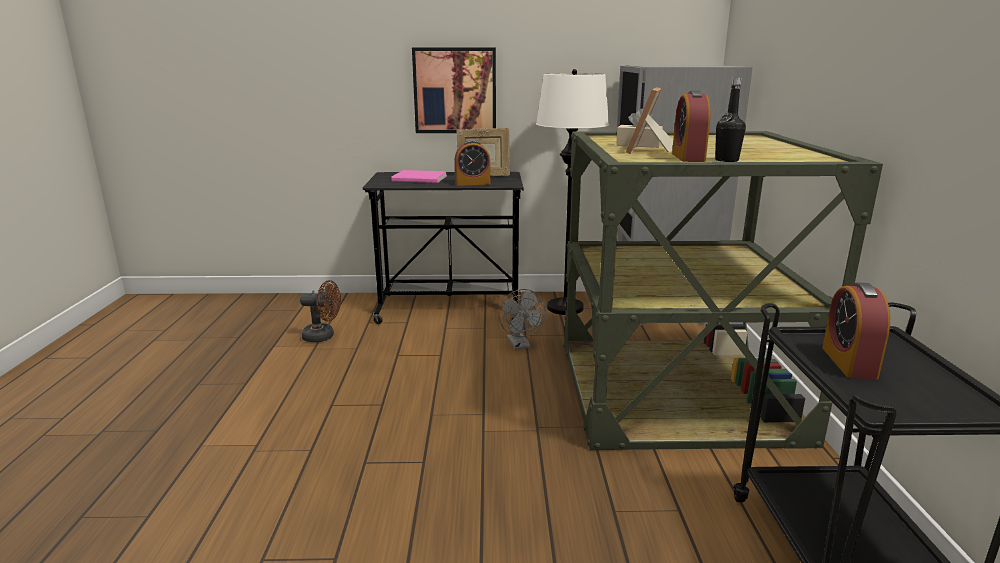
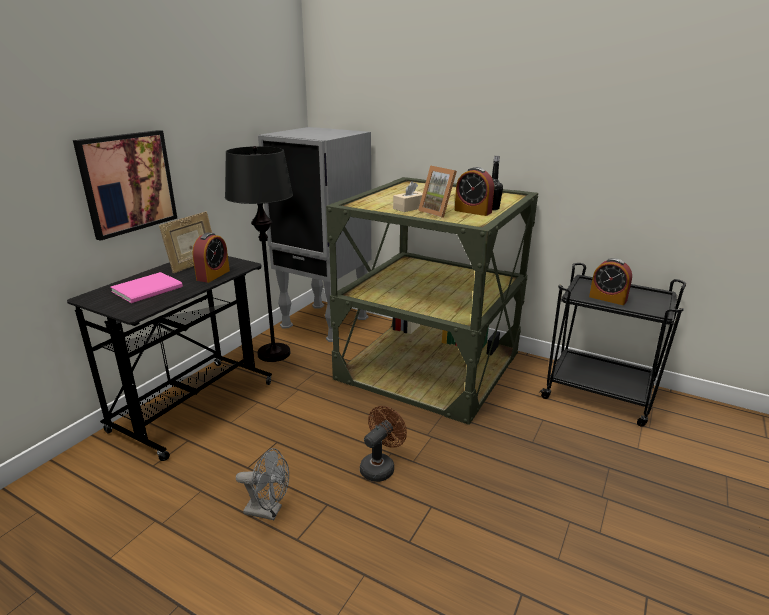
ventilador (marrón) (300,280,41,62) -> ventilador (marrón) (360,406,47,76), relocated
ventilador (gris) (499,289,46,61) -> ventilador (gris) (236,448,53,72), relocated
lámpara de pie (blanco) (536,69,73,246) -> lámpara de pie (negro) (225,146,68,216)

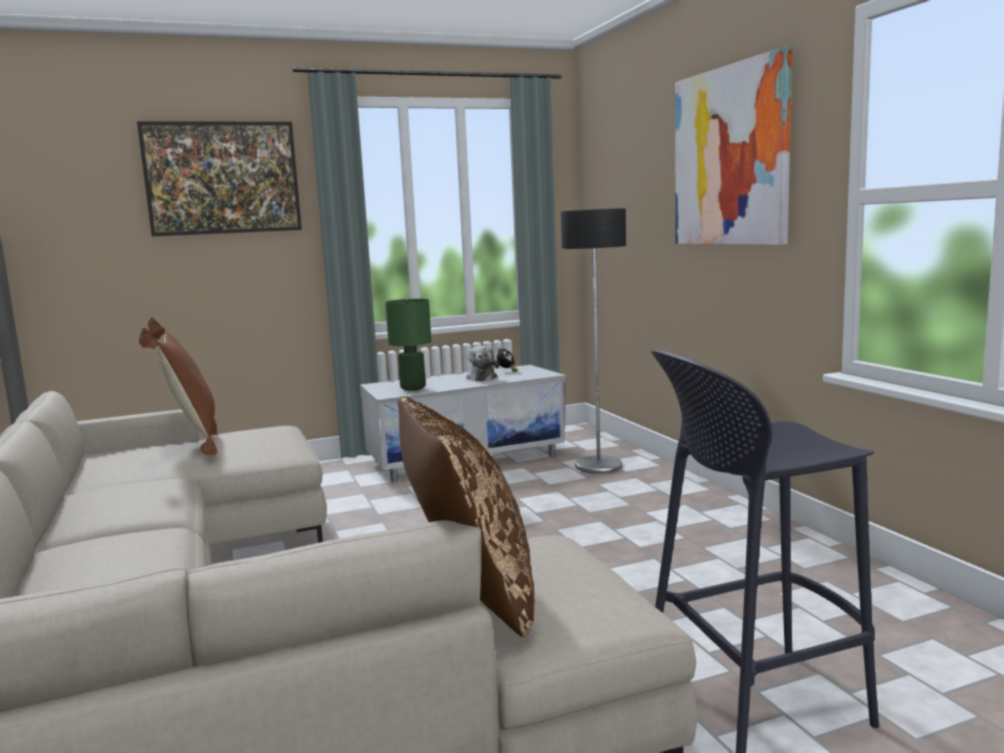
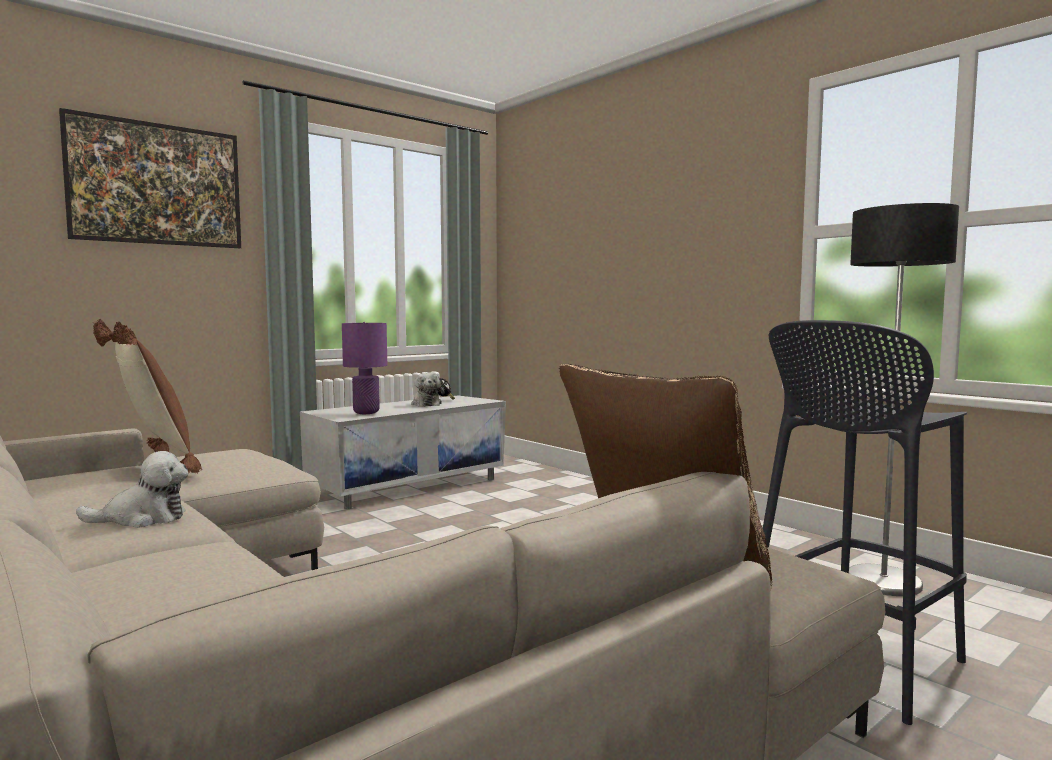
cuadro (675,46,117,199) -> none
none -> peluche (76,451,112,77)
lámpara de pie (561,208,65,266) -> lámpara de pie (849,203,110,393), relocated
lámpara de mesa (verde) (385,299,47,92) -> lámpara de mesa (morado) (342,322,45,92)

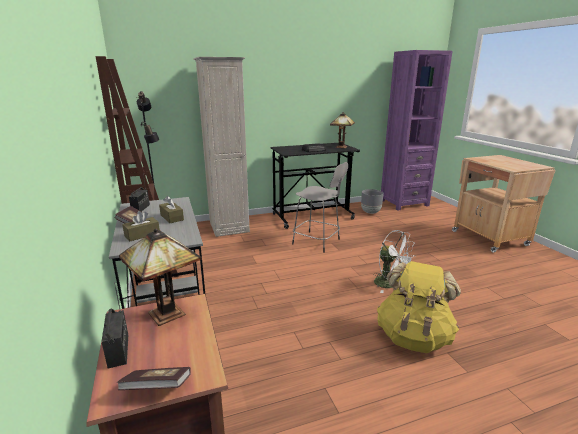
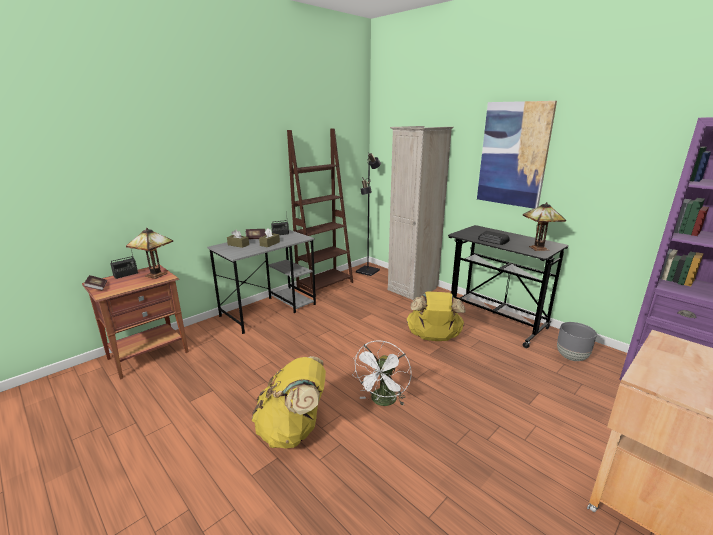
none -> cuadro (477,101,80,108)
taburete (gris) (292,162,56,91) -> mochila (amarillo) (407,292,58,49)

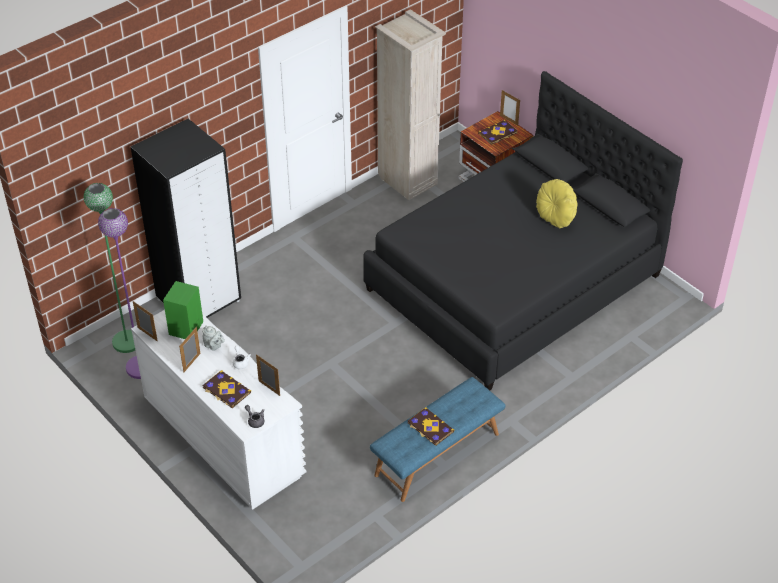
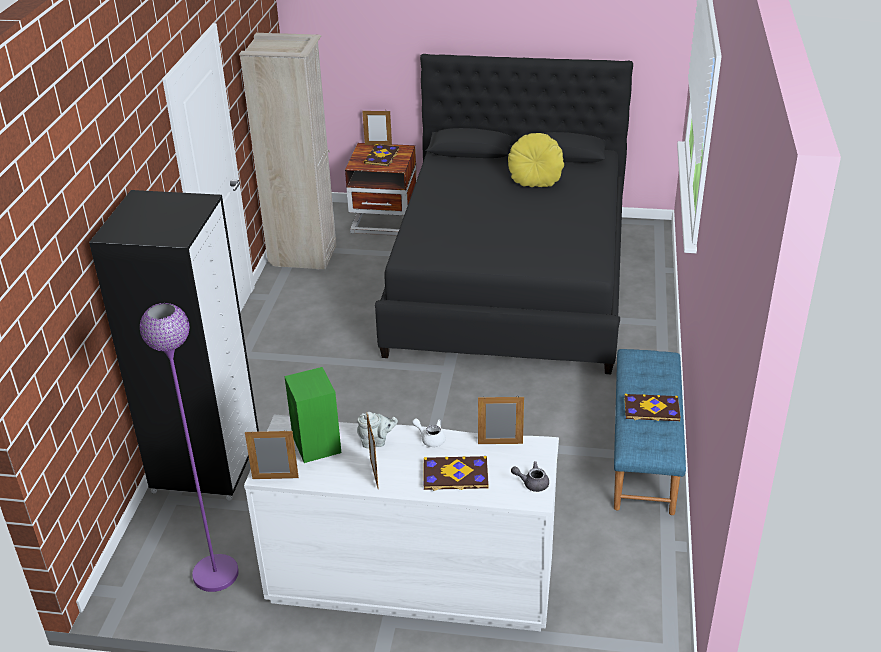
lámpara de pie (verde) (84,183,51,170) -> none

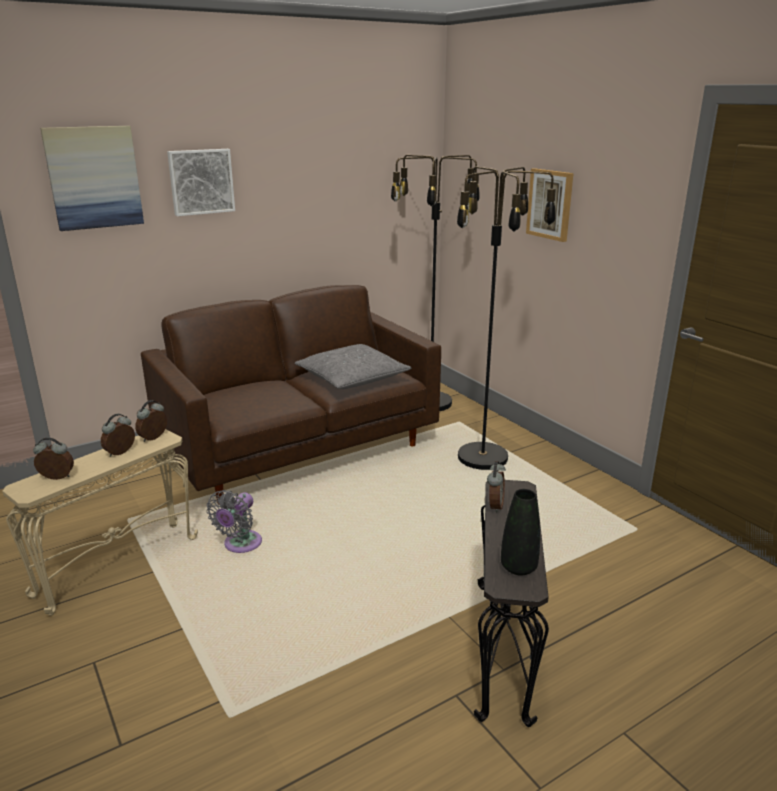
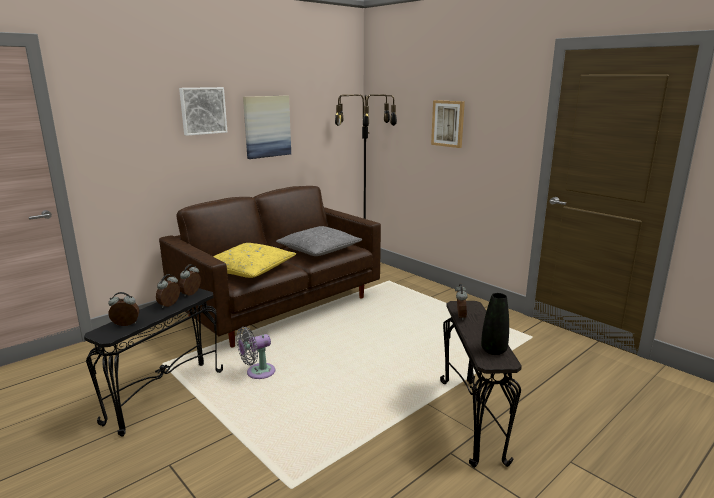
lámpara de pie (457,166,99,304) -> none
none -> cojín (amarillo) (213,243,83,35)
cuadro (40,126,104,105) -> cuadro (243,96,48,63), relocated
mesa auxiliar (beis) (2,429,196,187) -> mesa auxiliar (negro) (84,288,139,149)
ventilador (gris) (207,490,55,63) -> ventilador (gris) (236,327,39,52), 45 degrees clockwise

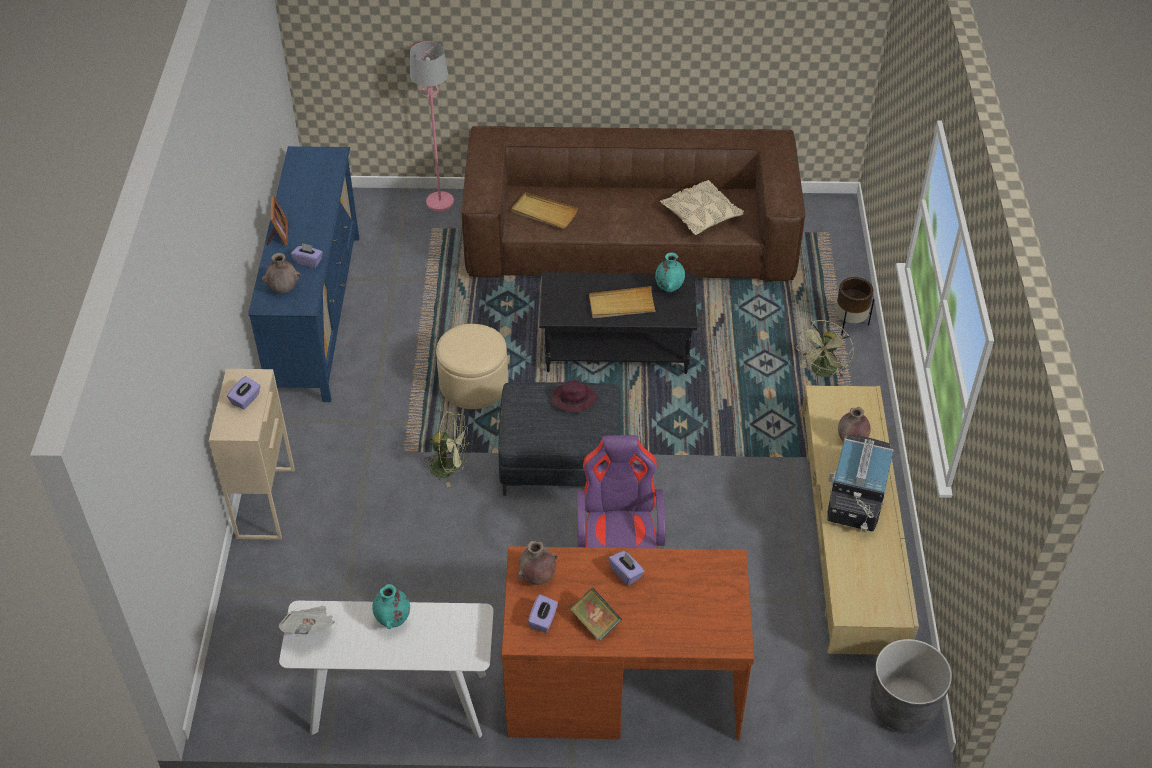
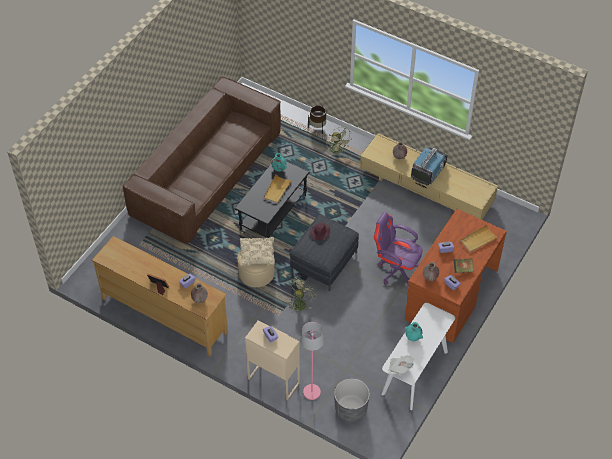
lámpara de pie (rosa) (410,41,44,170) -> lámpara de pie (rosa) (300,322,24,78), relocated
bandeja (beis) (511,192,67,37) -> bandeja (beis) (460,225,38,28), relocated
cojín (beis) (660,180,84,55) -> cojín (beis) (240,237,35,29), relocated
maceta (gris) (870,639,82,94) -> maceta (gris) (334,378,36,44), relocated
cómoda (azul) (248,146,111,256) -> cómoda (marrón) (92,236,136,121)
televisor (827,435,67,98) -> televisor (411,147,36,38), 105 degrees counterclockwise

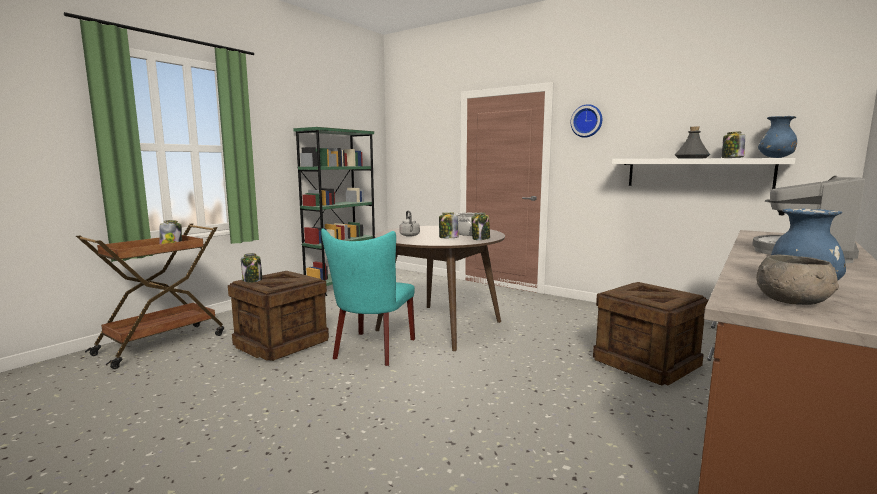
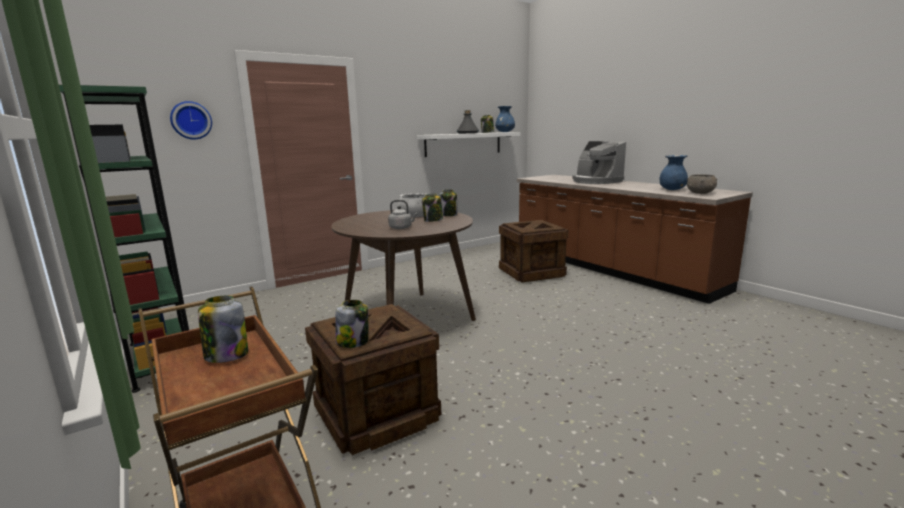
silla (turquesa) (321,228,94,138) -> none
reloj de pared (570,104,32,34) -> reloj de pared (170,101,42,39), relocated

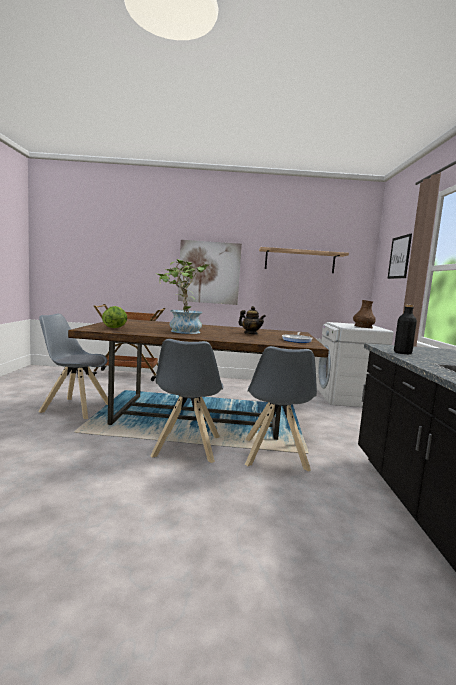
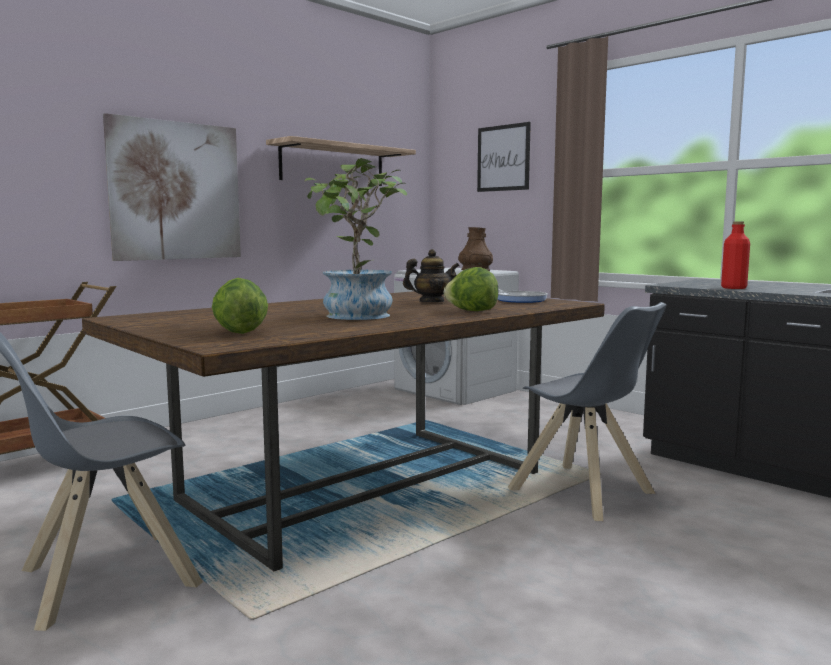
silla (gris) (150,339,73,124) -> none
none -> lechuga (444,267,54,44)
botella (negro) (394,304,23,50) -> botella (rojo) (721,221,29,68)

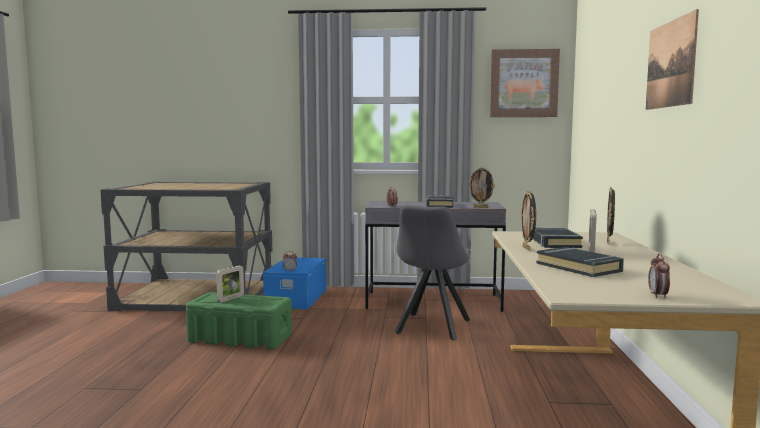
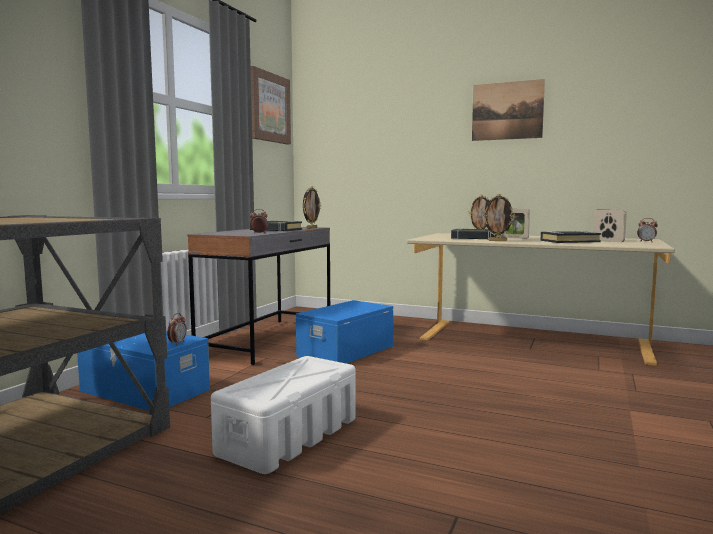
portarretratos (216,266,28,36) -> portarretratos (593,210,34,32), relocated
silla (gris) (395,205,76,135) -> caja de almacenaje (azul) (296,300,97,64)
caja de almacenaje (verde) (186,292,106,58) -> caja de almacenaje (blanco) (211,356,145,118)

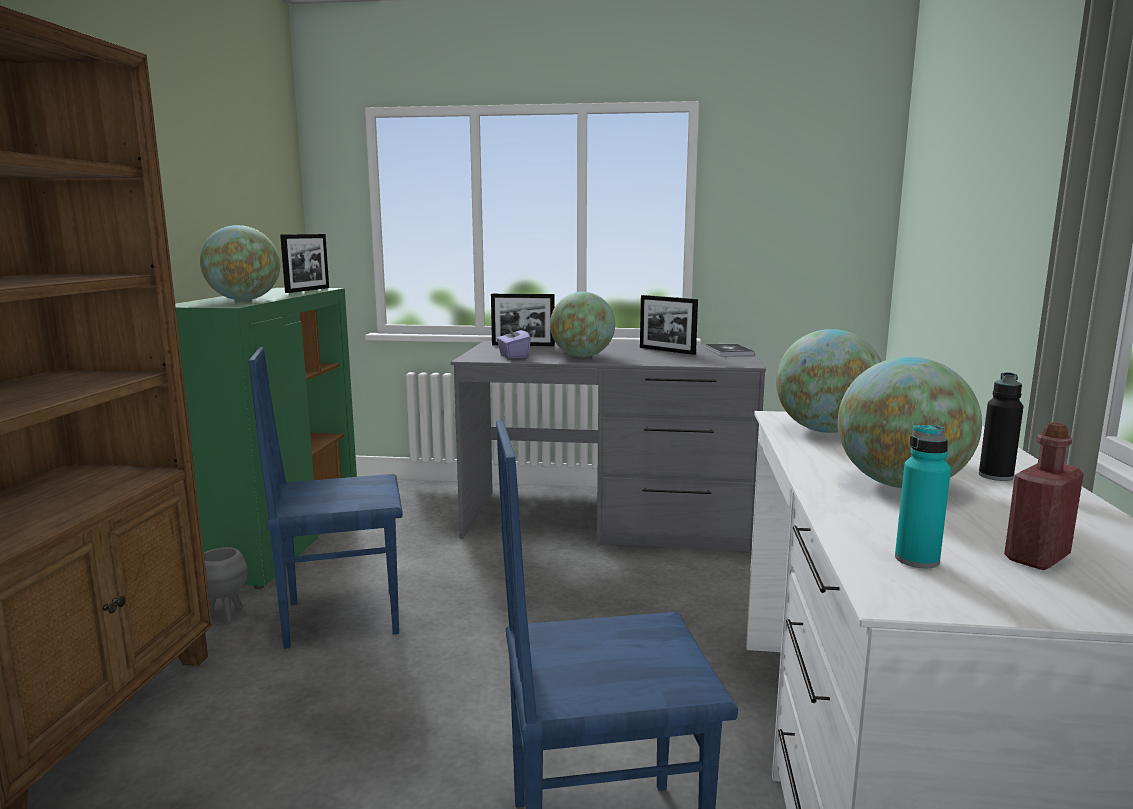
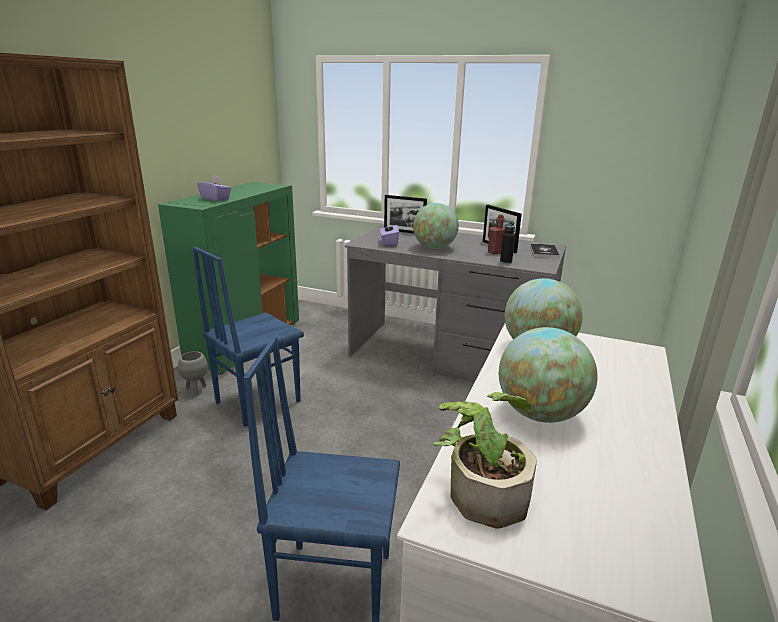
portarretratos (280,234,49,59) -> none
botella (negro) (979,372,45,109) -> botella (negro) (500,222,15,42), relocated
botella (rojo) (1004,422,80,148) -> botella (rojo) (488,214,17,40), relocated
globo terráqueo (200,225,80,75) -> caja de pañuelos (morado) (197,175,34,26)
botella (turquesa) (895,425,56,143) -> planta en maceta (433,392,104,137)
silla (azul) (249,347,154,302) -> silla (azul) (193,247,111,180), 45 degrees counterclockwise

